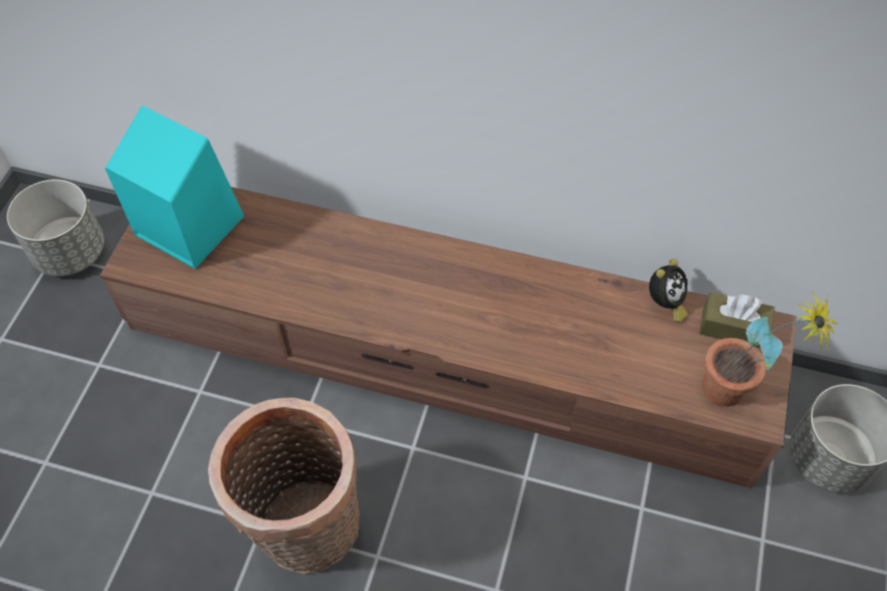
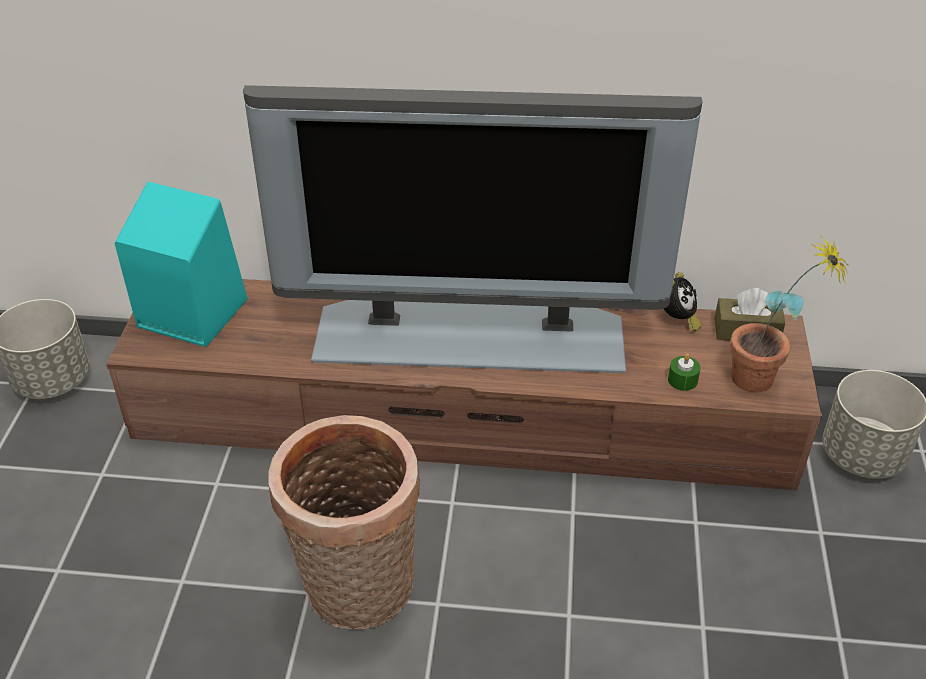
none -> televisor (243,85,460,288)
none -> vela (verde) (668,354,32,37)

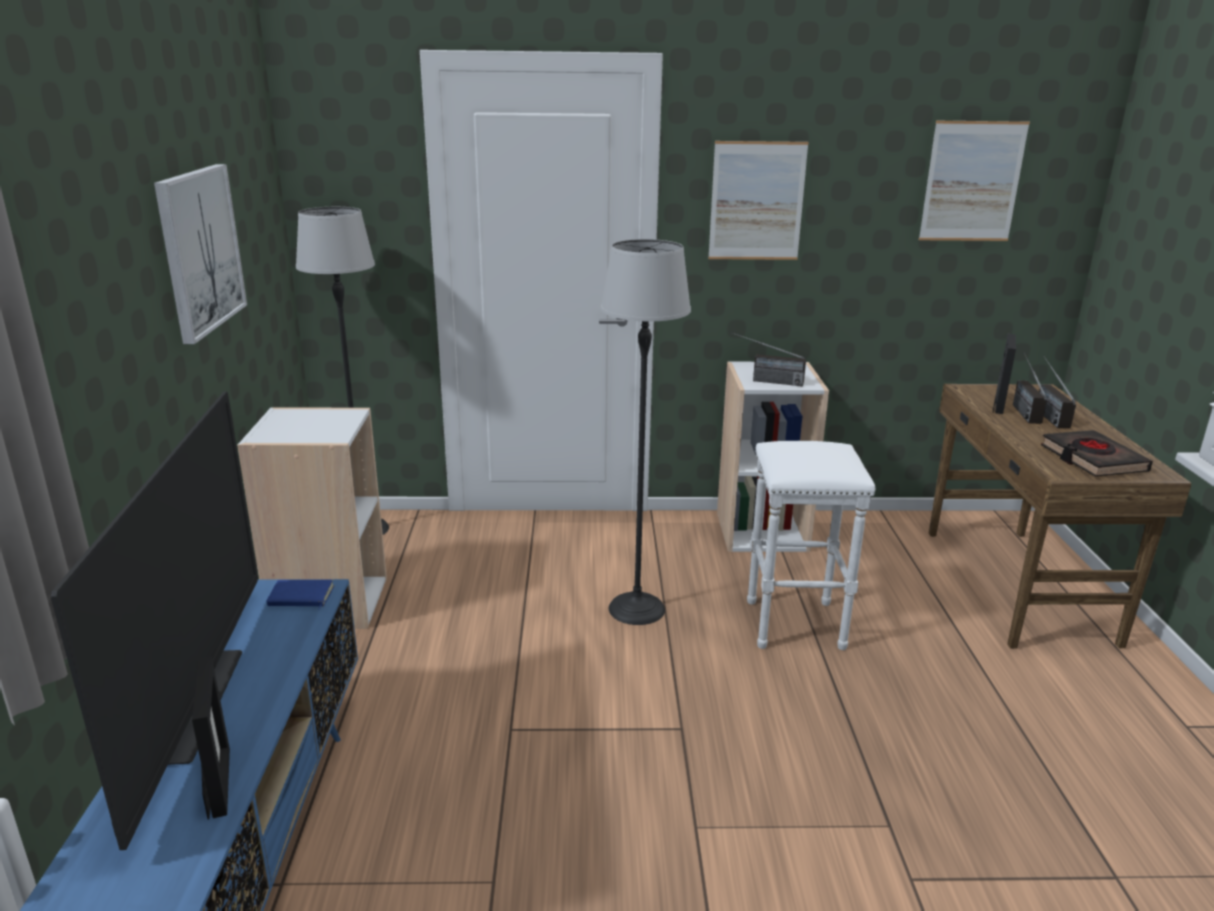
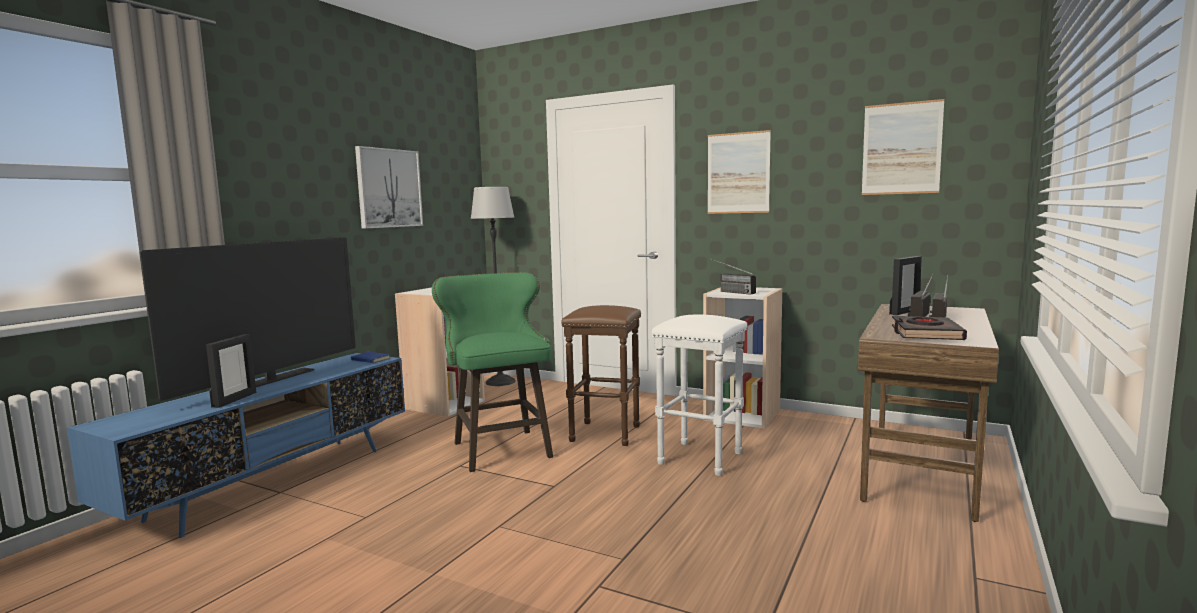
none -> taburete (verde) (432,272,121,200)
lámpara de pie (601,239,90,386) -> taburete (marrón) (561,305,80,141)

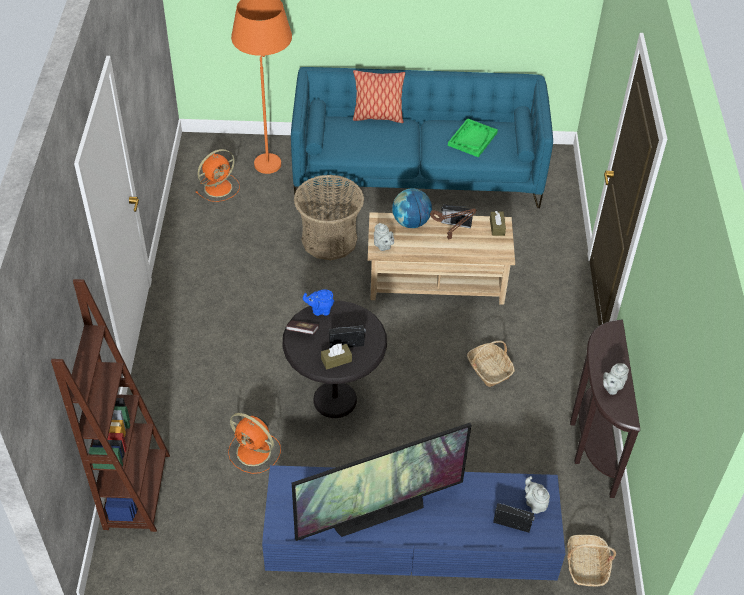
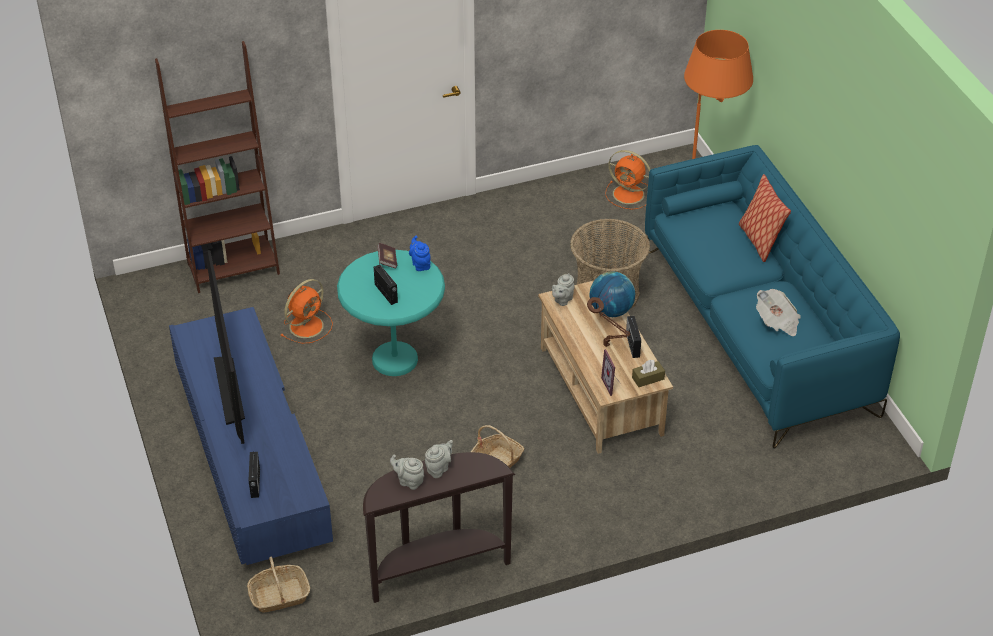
caja de pañuelos (marrón) (321,344,31,26) -> none
none -> portarretratos (601,349,20,47)
tetera (gris) (525,476,25,38) -> tetera (gris) (425,440,28,38), relocated
bandeja (verde) (448,118,50,39) -> periódico (756,289,45,47)
mesa auxiliar (negro) (282,301,105,117) -> mesa auxiliar (turquesa) (337,250,108,126)
ventilador (naranja) (228,413,53,61) -> ventilador (naranja) (281,279,52,65), 150 degrees counterclockwise
televisor (292,423,179,118) -> televisor (207,250,38,194), 150 degrees counterclockwise

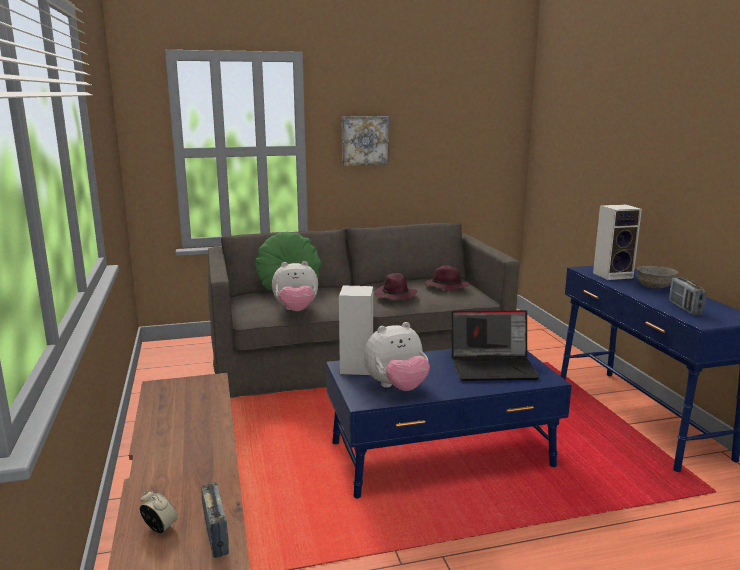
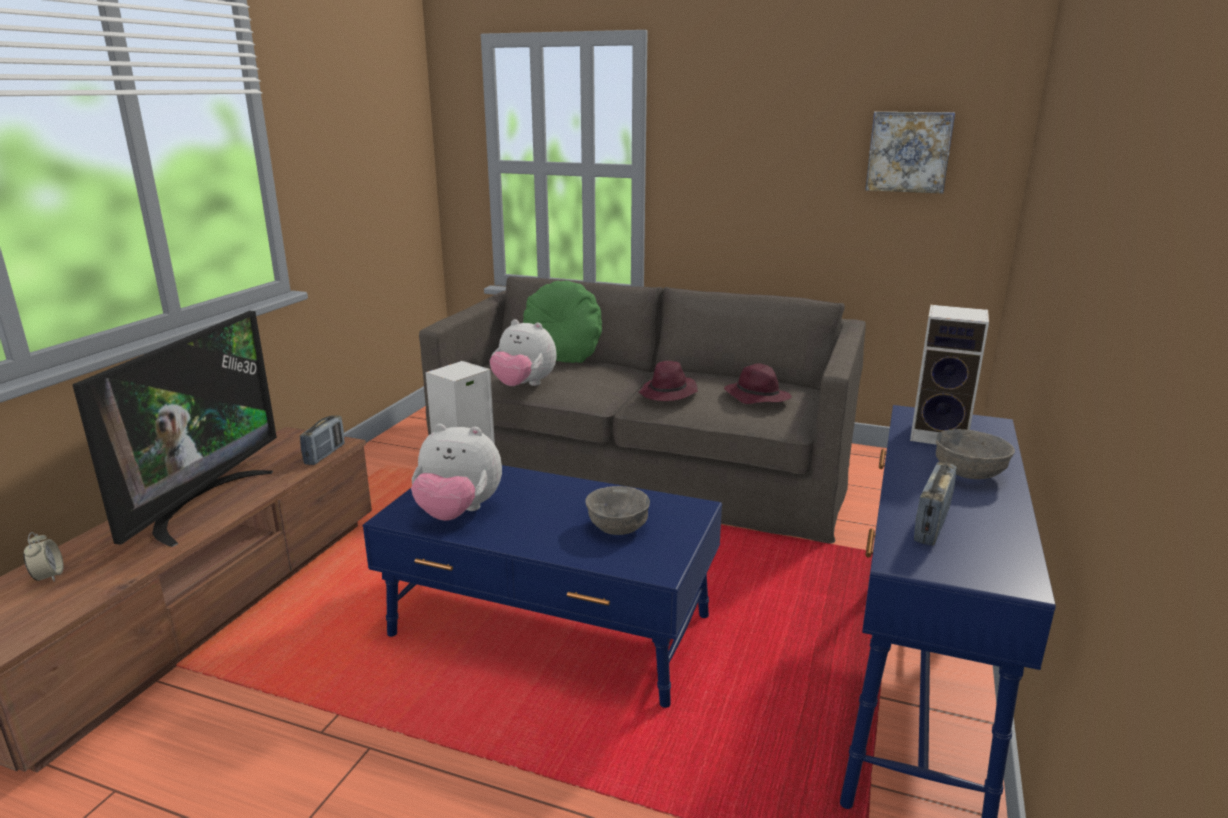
none -> televisor (72,311,205,236)
radio (201,482,28,76) -> radio (300,415,45,50), relocated
cuadro (342,116,47,50) -> cuadro (865,112,90,81), relocated
portátil (452,310,88,71) -> cuenco (gris) (585,486,65,49)

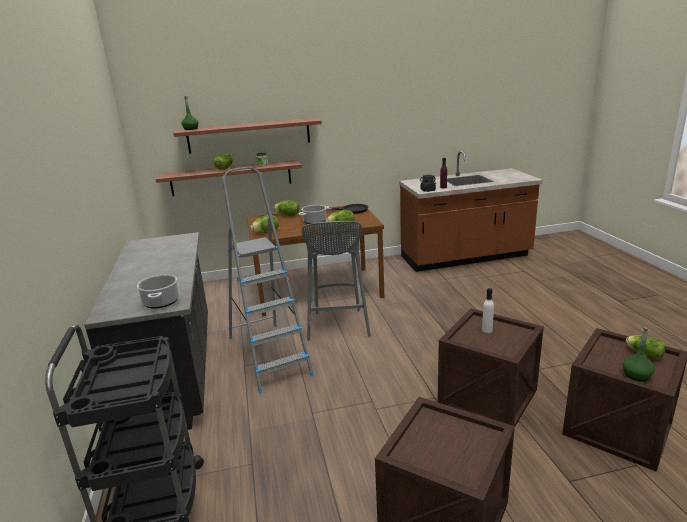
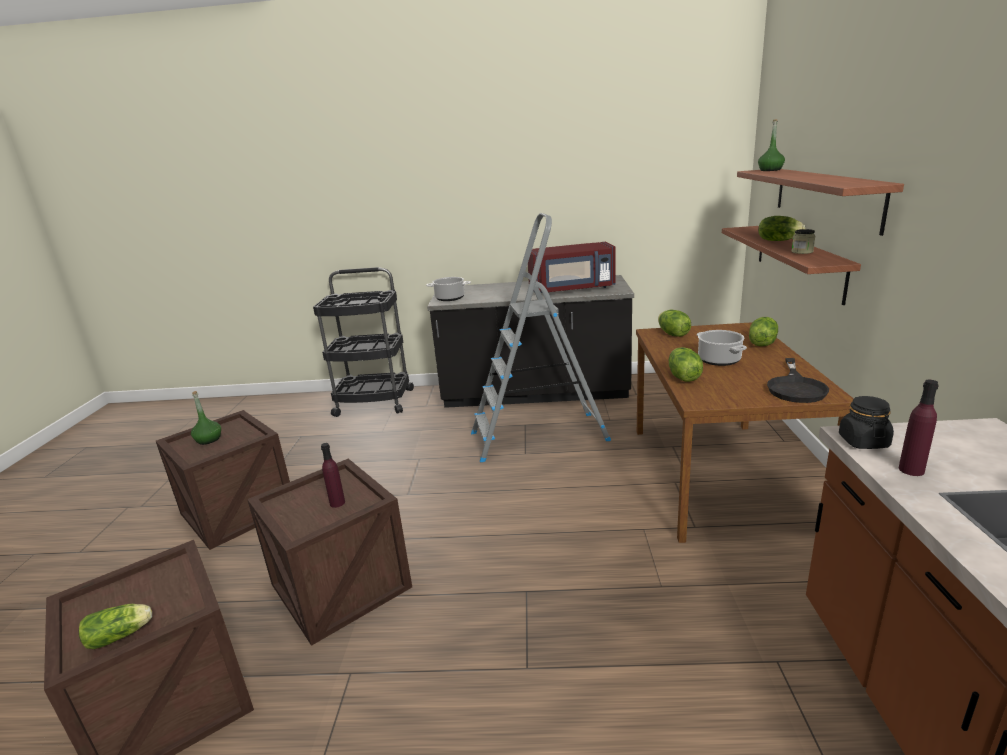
taburete (gris) (302,221,69,120) -> none
none -> microondas (rojo) (528,242,88,51)
botella (verde) (622,327,33,54) -> botella (verde) (191,391,30,54), relocated
botella (blanco) (482,288,12,45) -> botella (morado) (321,443,24,65)

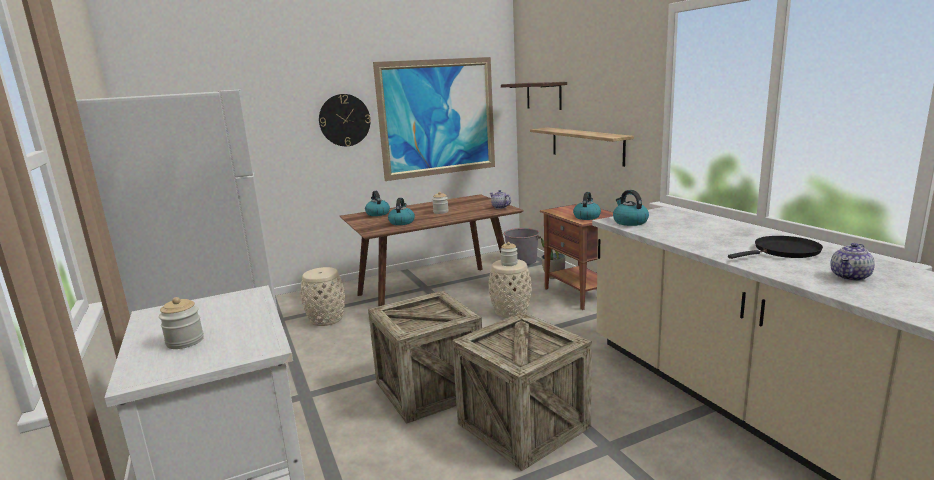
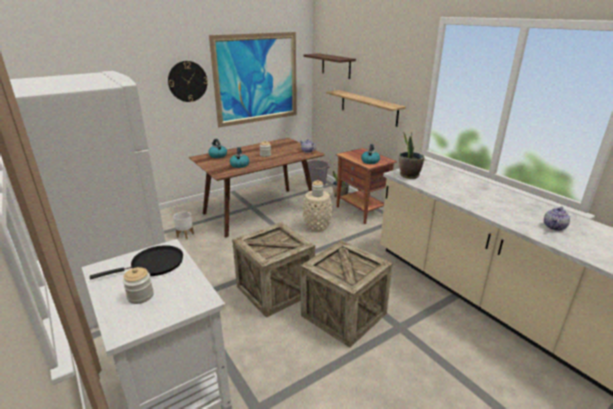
sartén (negro) (728,236,95,23) -> sartén (negro) (90,245,93,34), relocated
taburete (beis) (301,267,44,59) -> maceta (blanco) (173,212,21,27)
hervidor (613,190,36,36) -> planta en maceta (399,132,26,47)

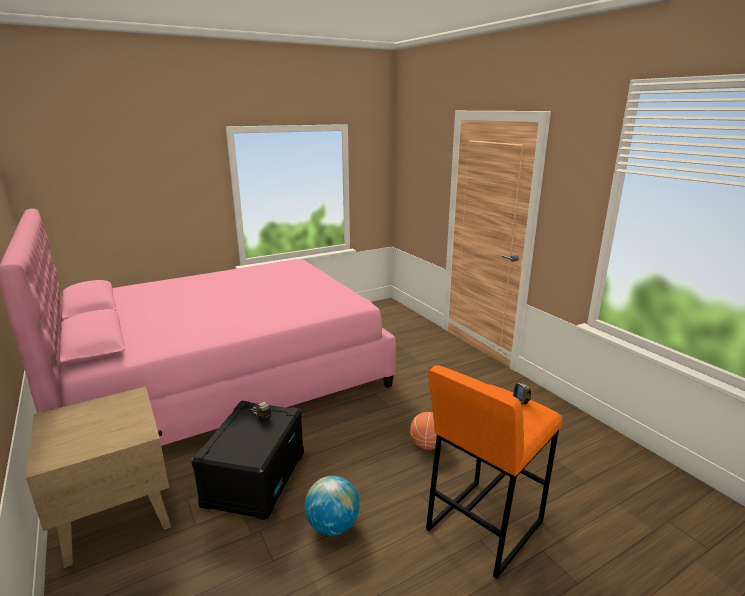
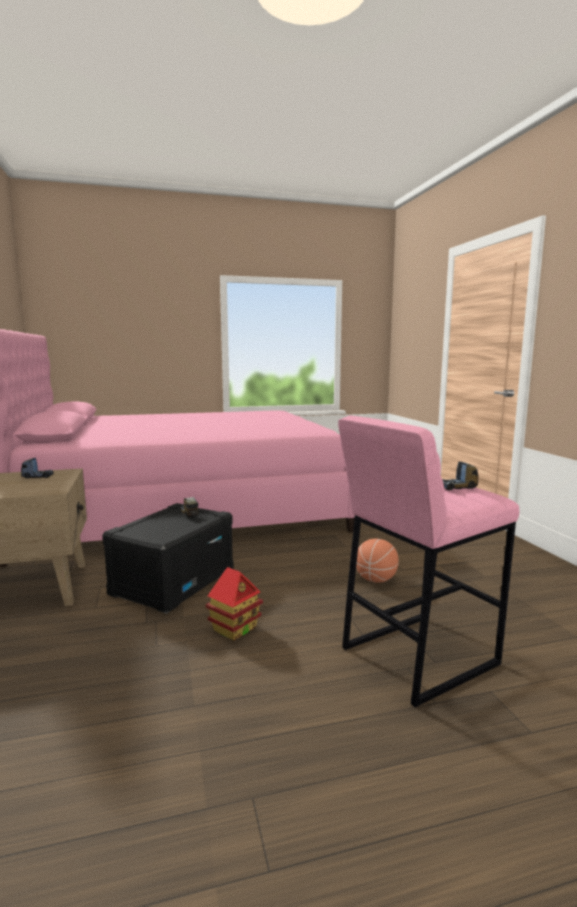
none -> camión de juguete (21,458,32,20)
globo terráqueo (305,476,55,60) -> casita (205,567,58,73)
taburete (naranja) (426,365,136,214) -> taburete (rosa) (338,416,181,291)

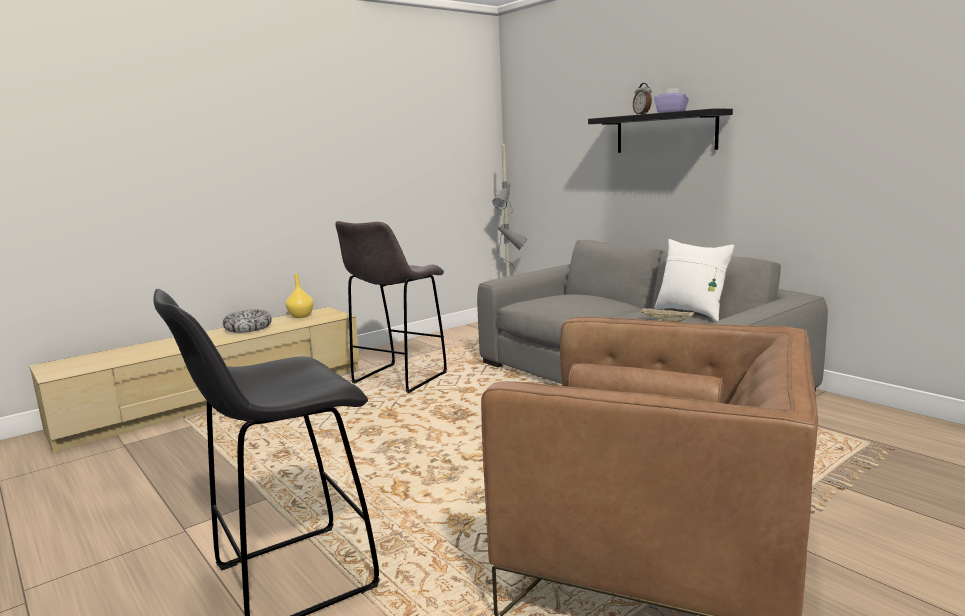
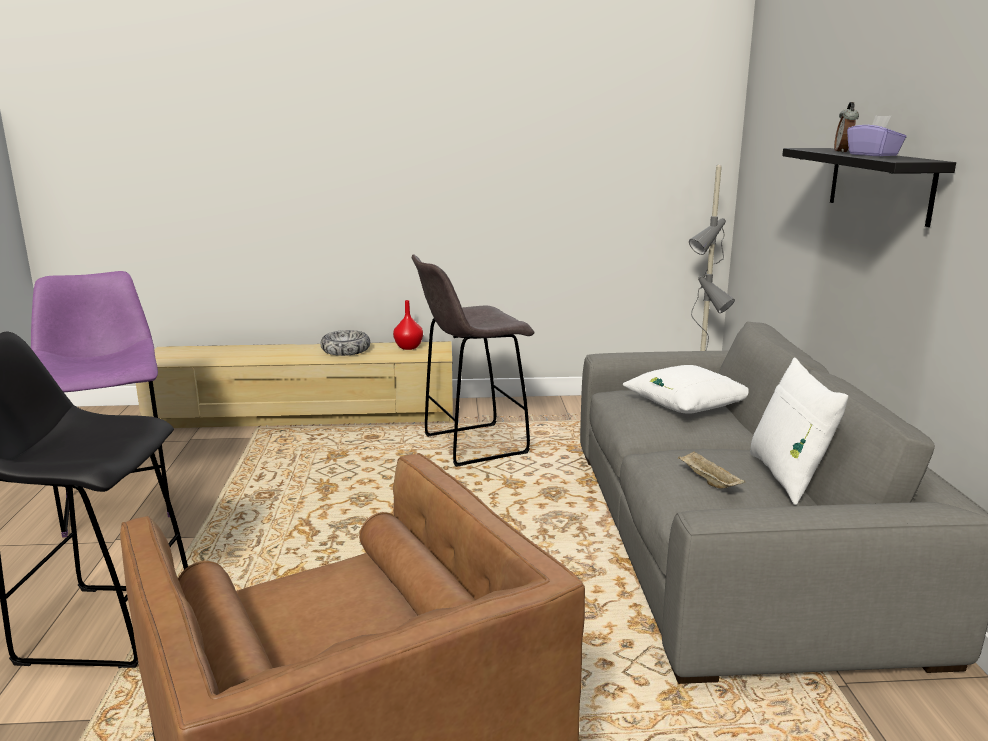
none -> taburete (morado) (31,271,139,267)
none -> cojín (blanco) (623,365,126,49)
florero (amarillo) (286,273,27,45) -> florero (rojo) (393,300,30,50)

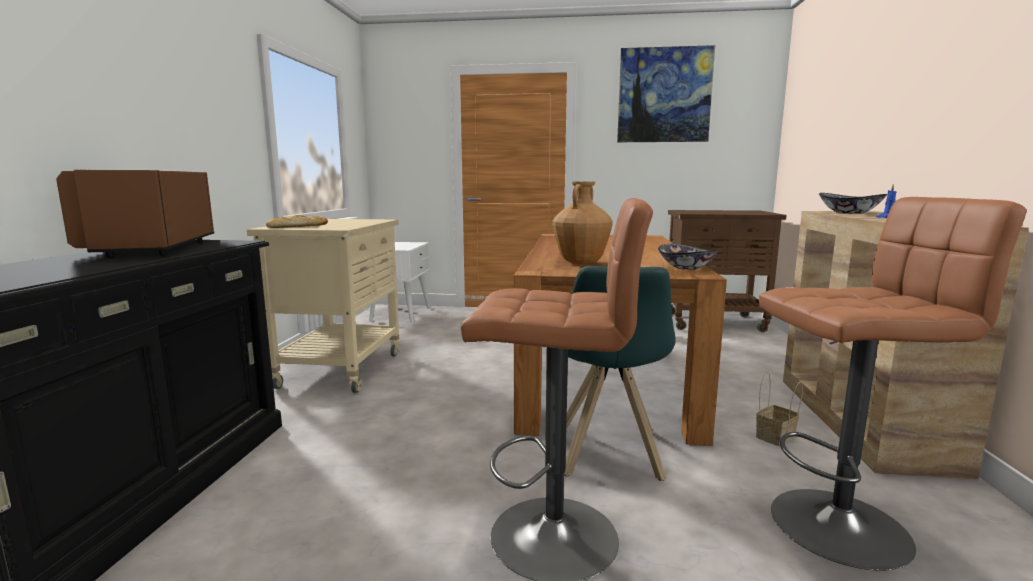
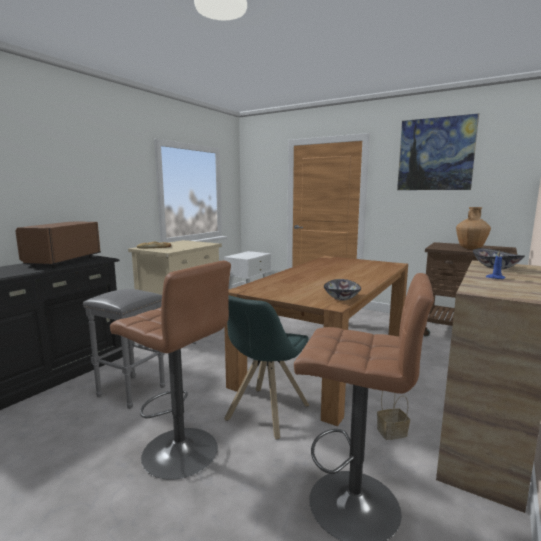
none -> taburete (gris) (83,289,82,120)
florero (marrón) (552,182,61,83) -> florero (marrón) (456,207,35,42), relocated

